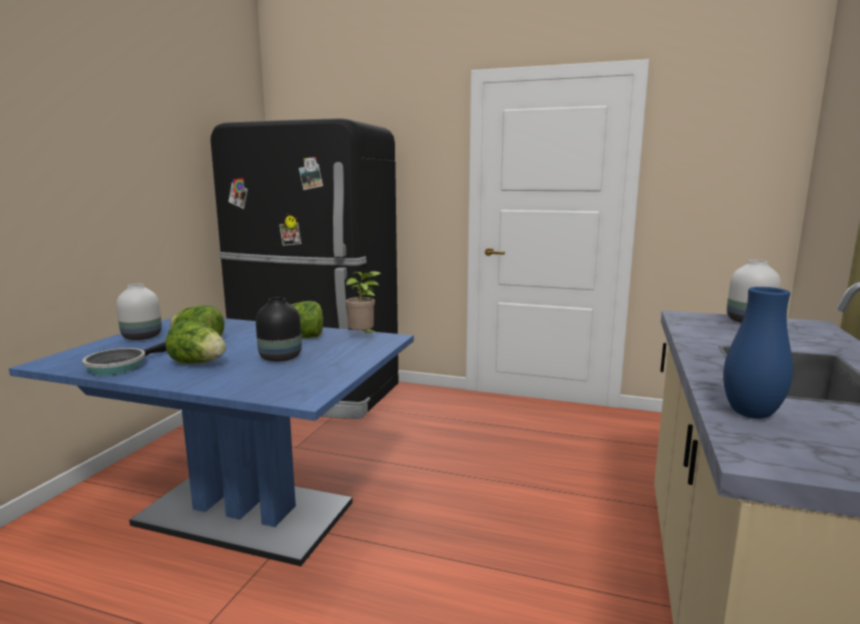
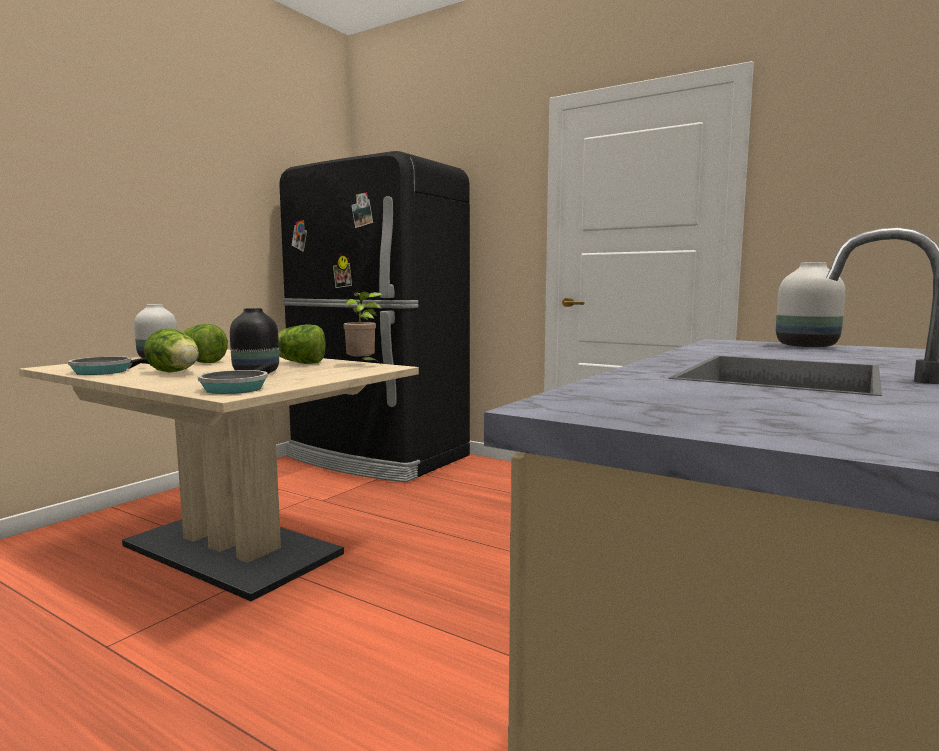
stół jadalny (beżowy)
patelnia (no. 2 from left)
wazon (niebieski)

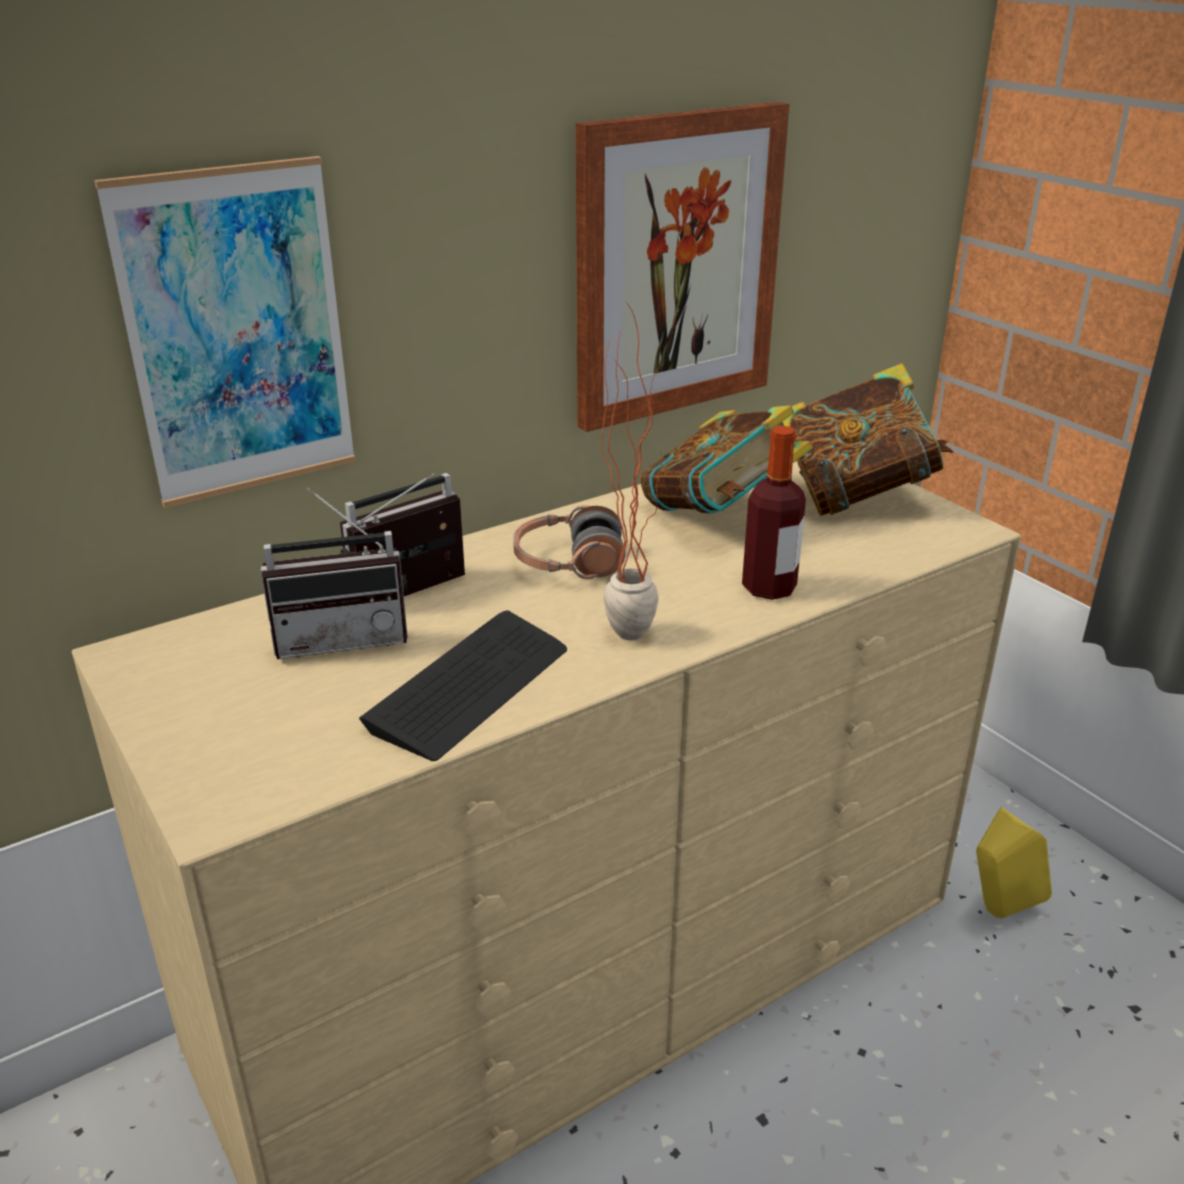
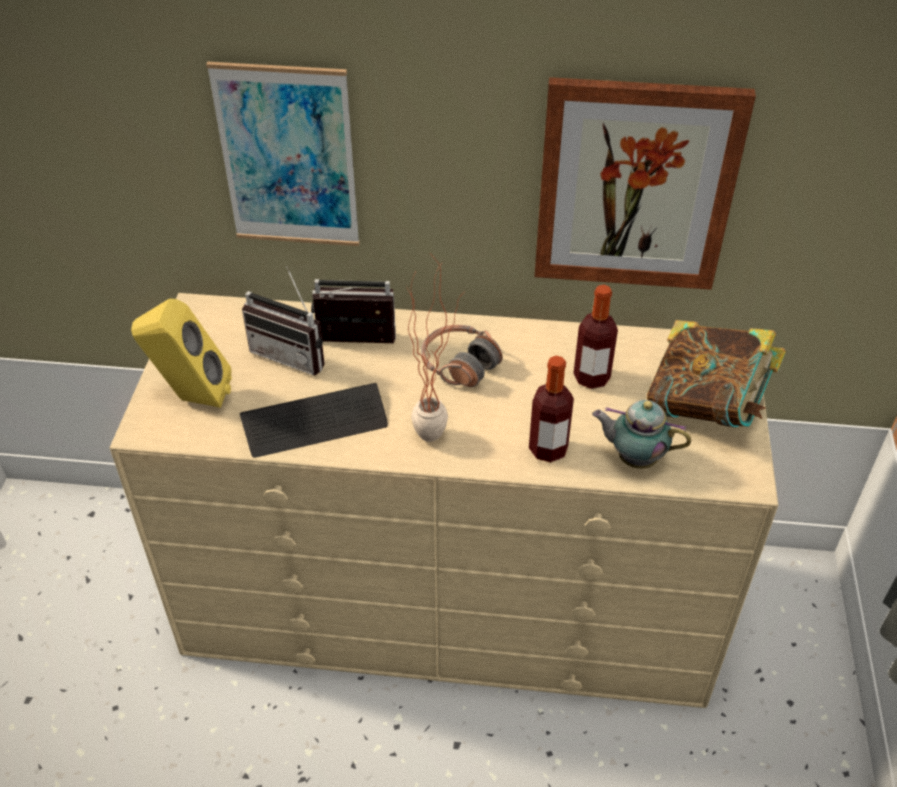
głośnik (żółty)
butelka (no. 2 from left)
imbryk

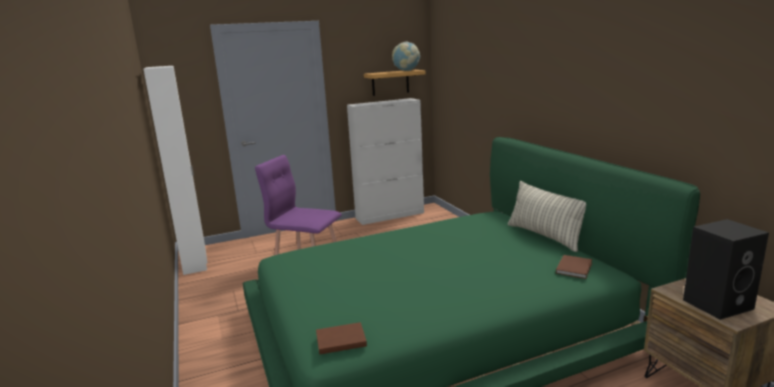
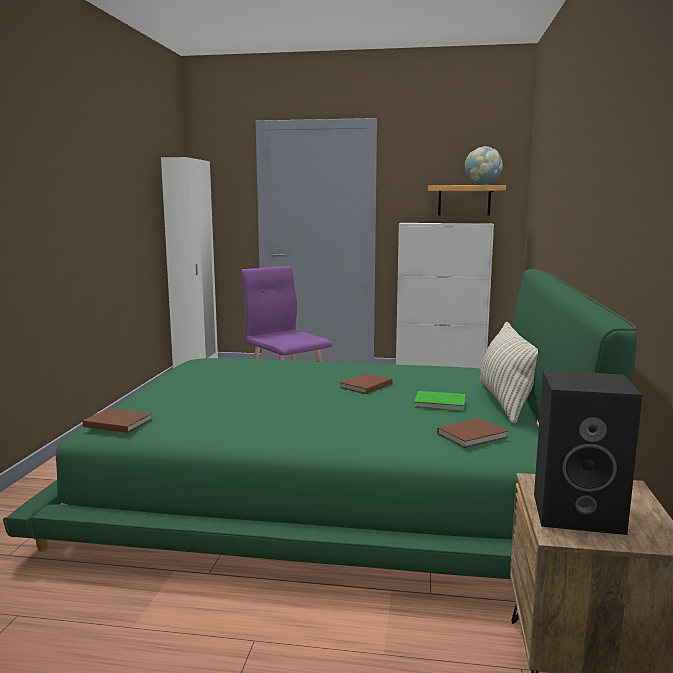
książka (brązowy) (no. 2 from left)
książka (zielony)

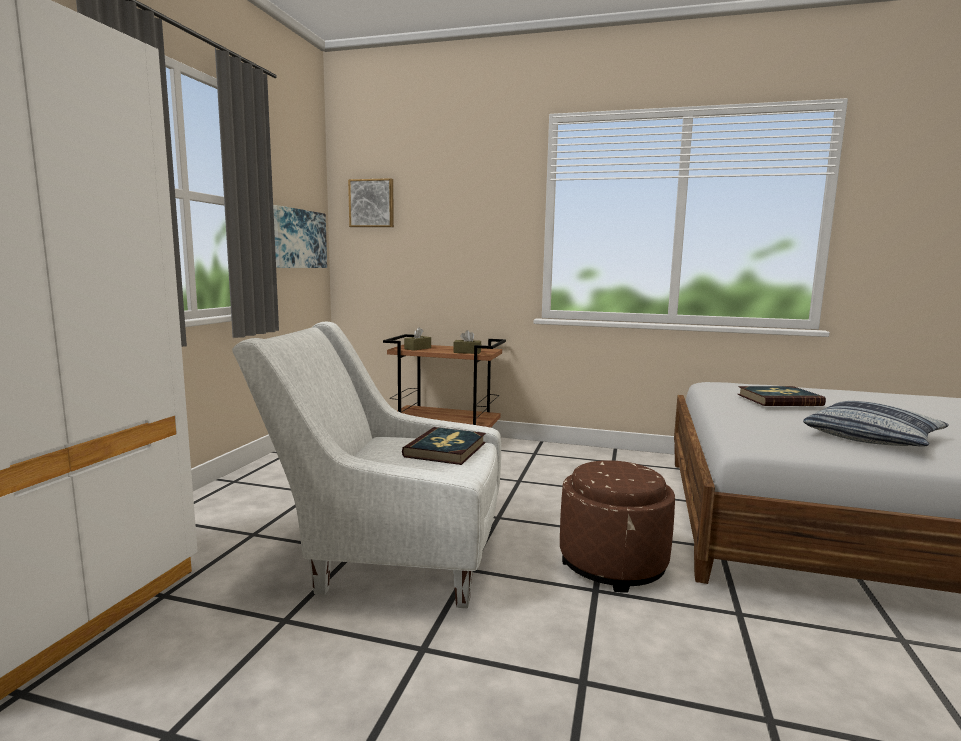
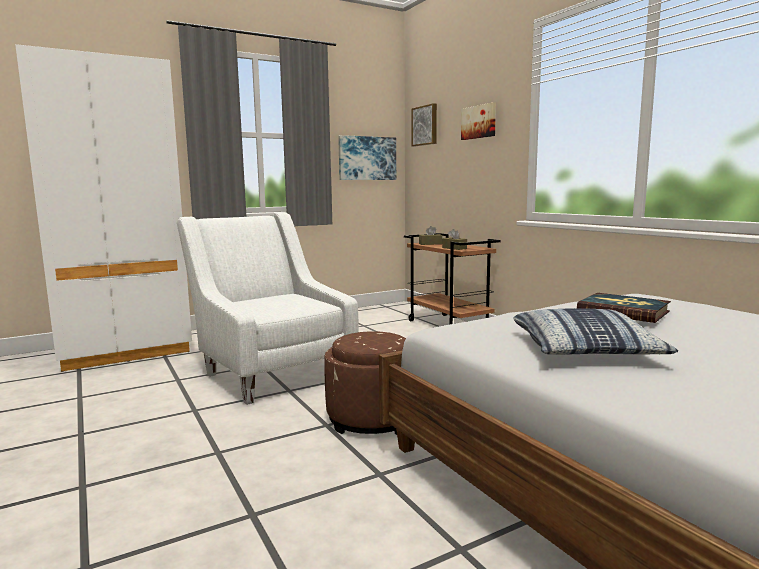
obraz (no. 3 from left)
książka (no. 1 from left in the first image)

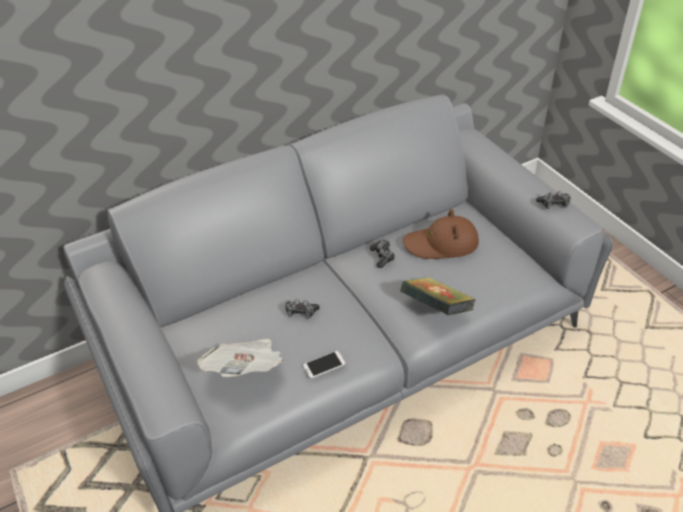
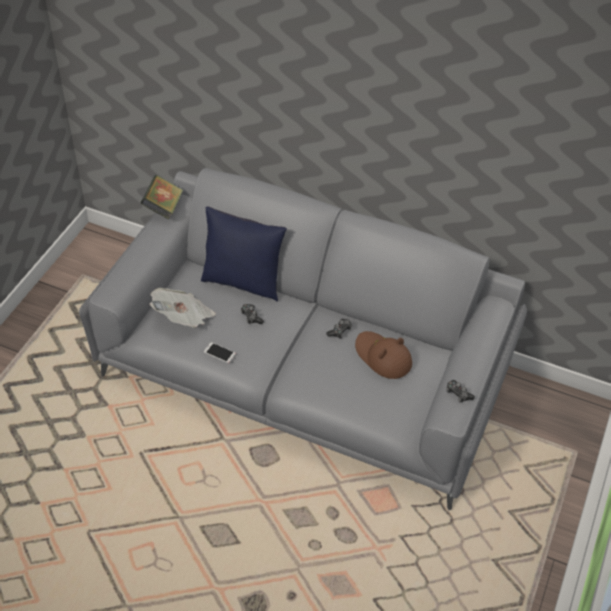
książka
poduszka (niebieski)

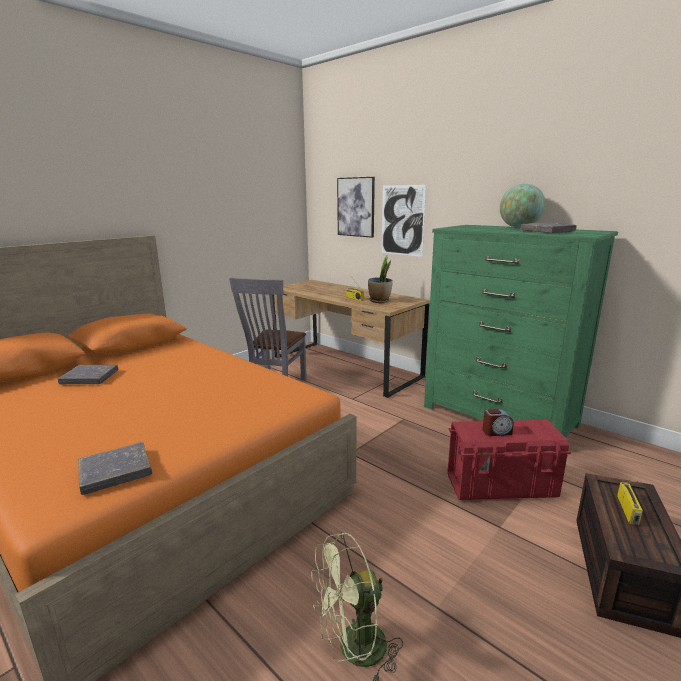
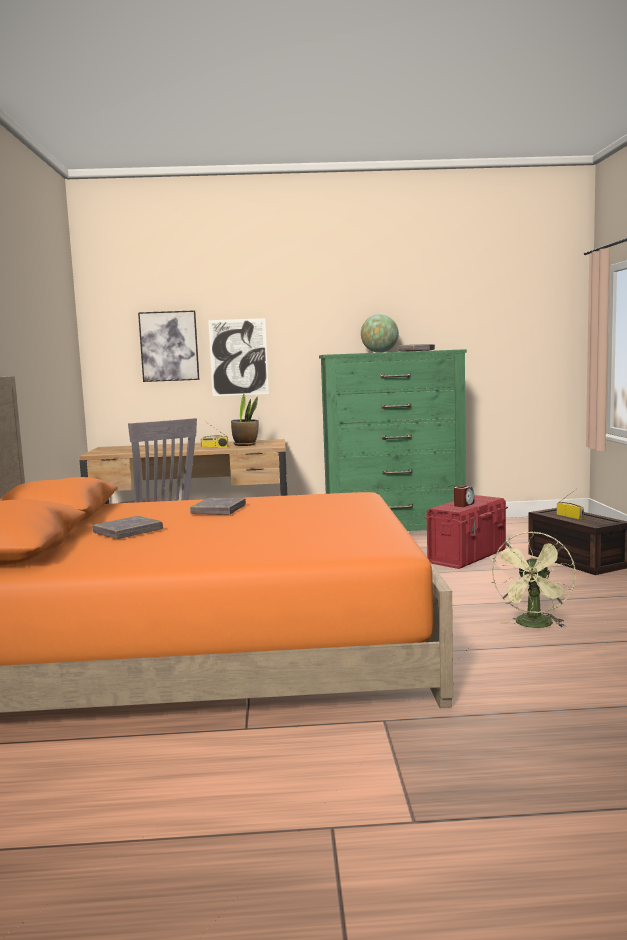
książka (szary) (no. 2 from left)

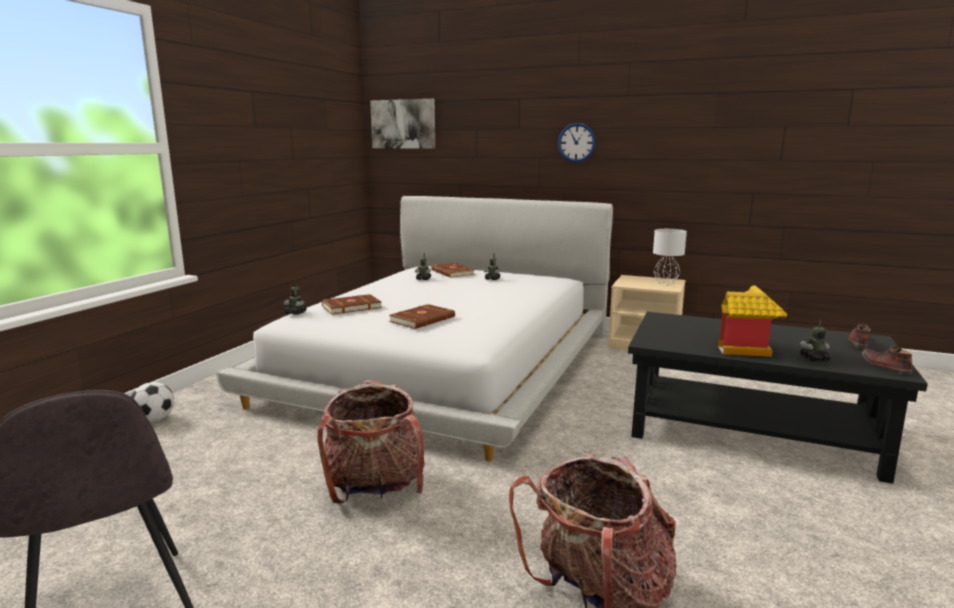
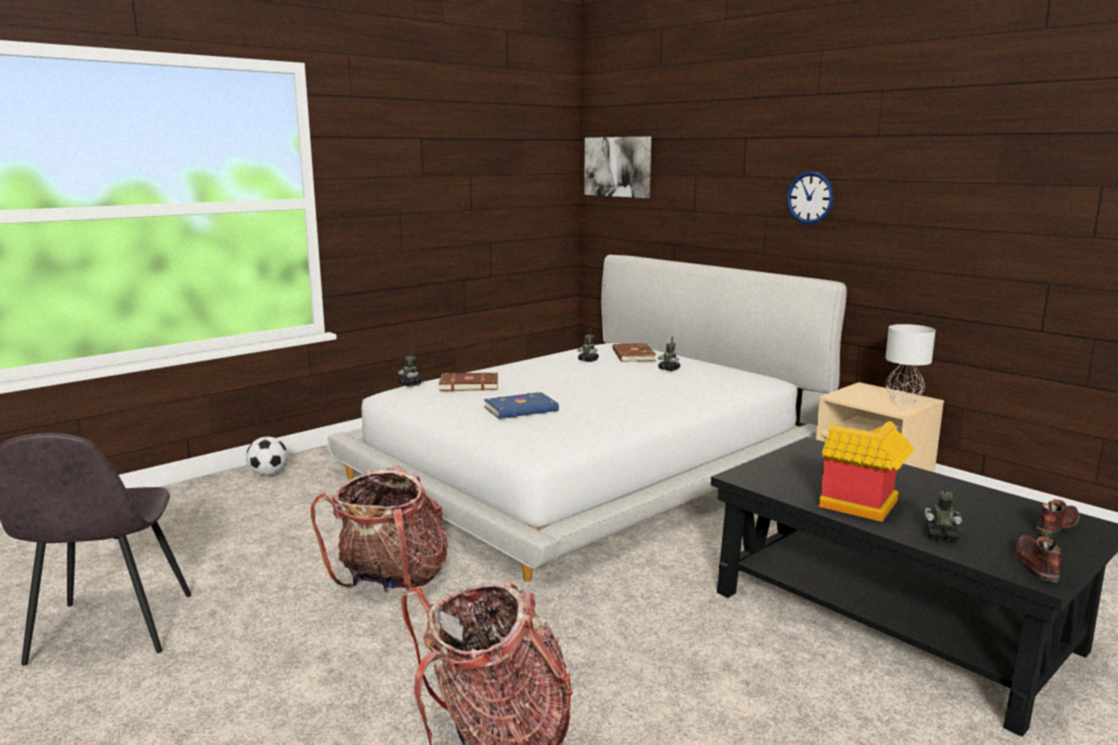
książka (niebieski)

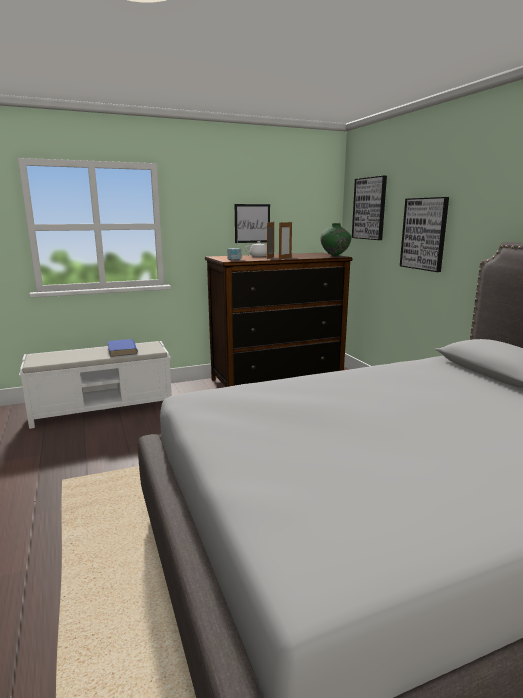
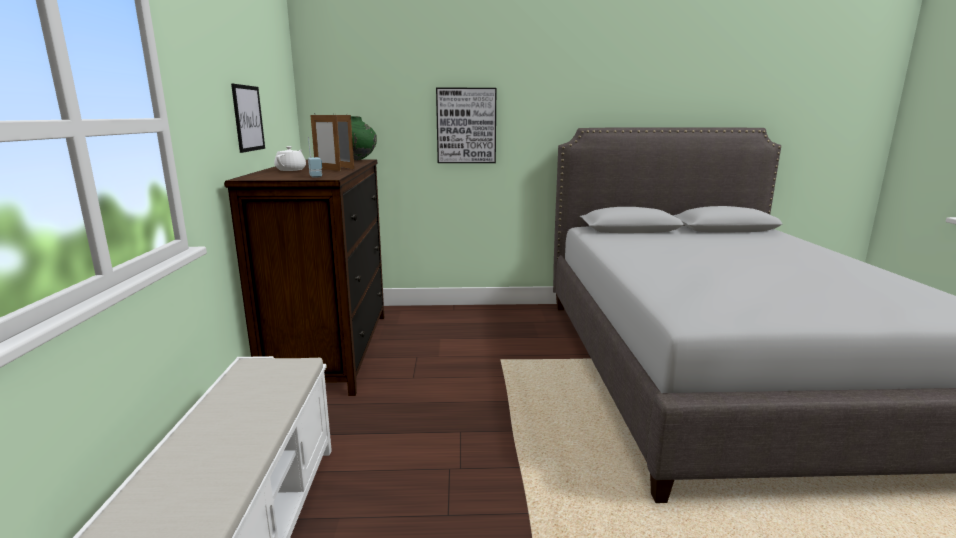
książka (niebieski)
obraz (no. 2 from left in the first image)

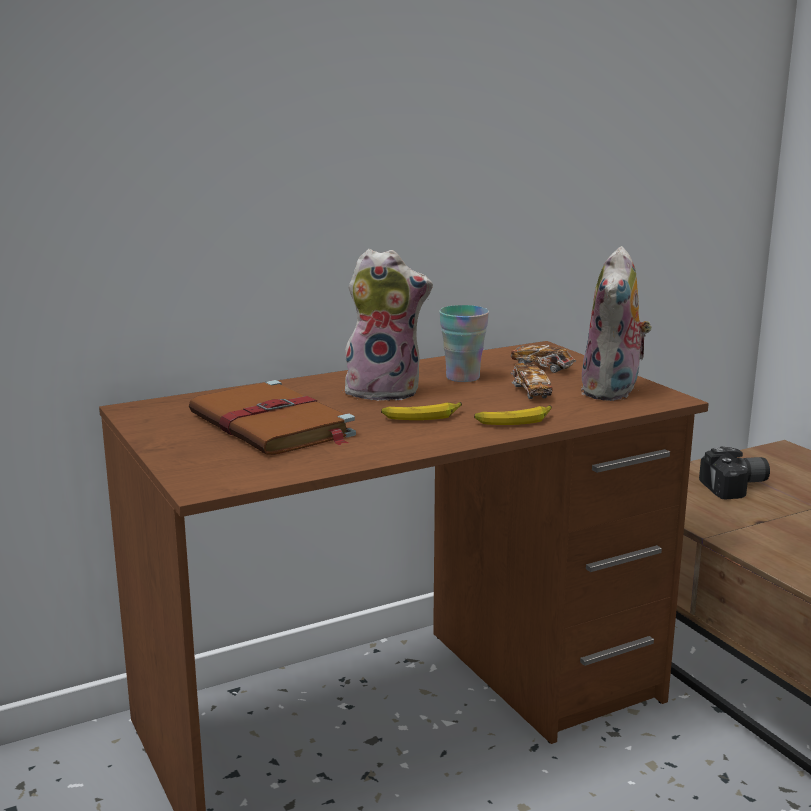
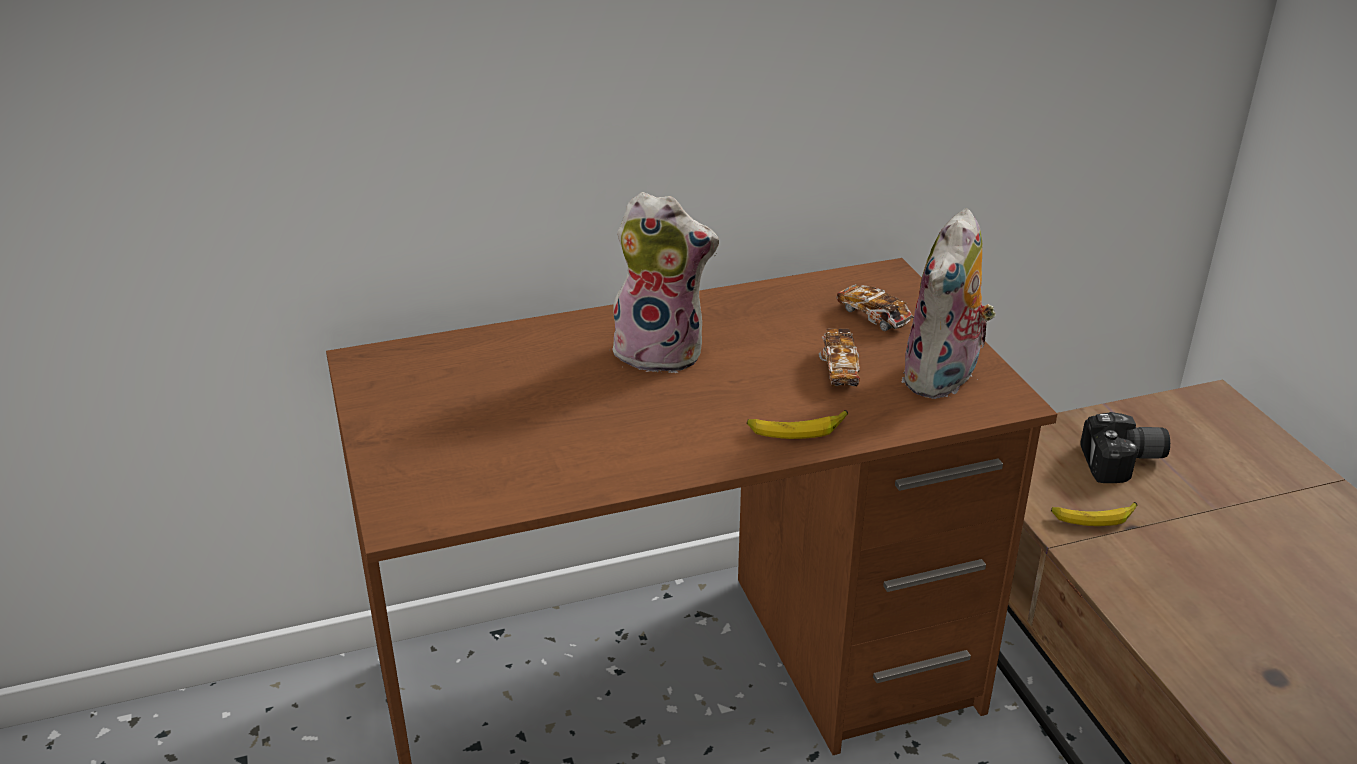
banan (no. 2 from left)
książka (brązowy)
filiżanka

